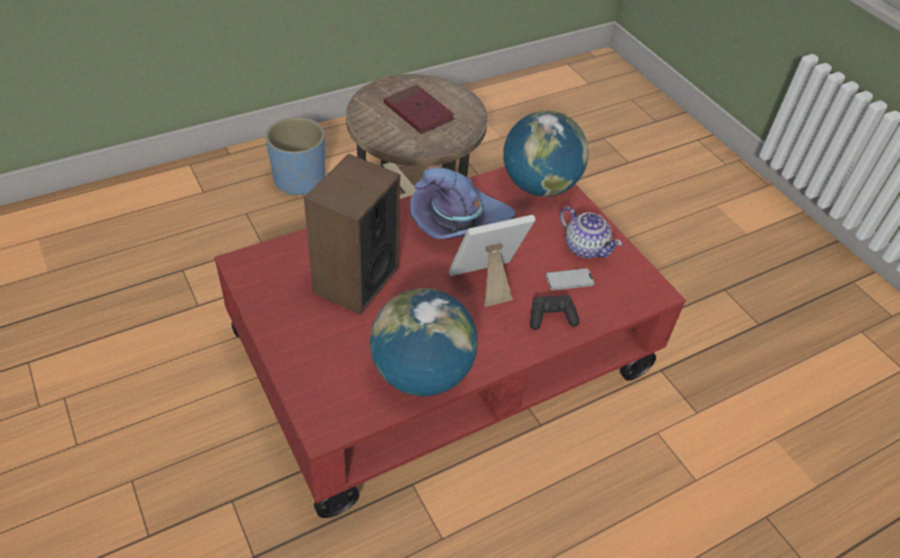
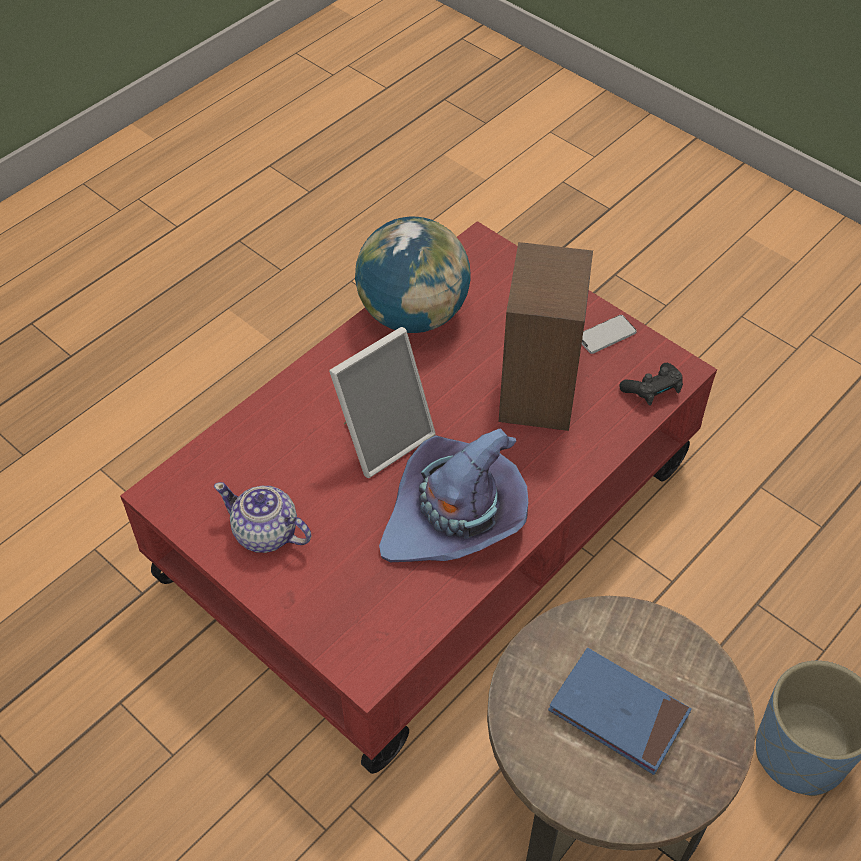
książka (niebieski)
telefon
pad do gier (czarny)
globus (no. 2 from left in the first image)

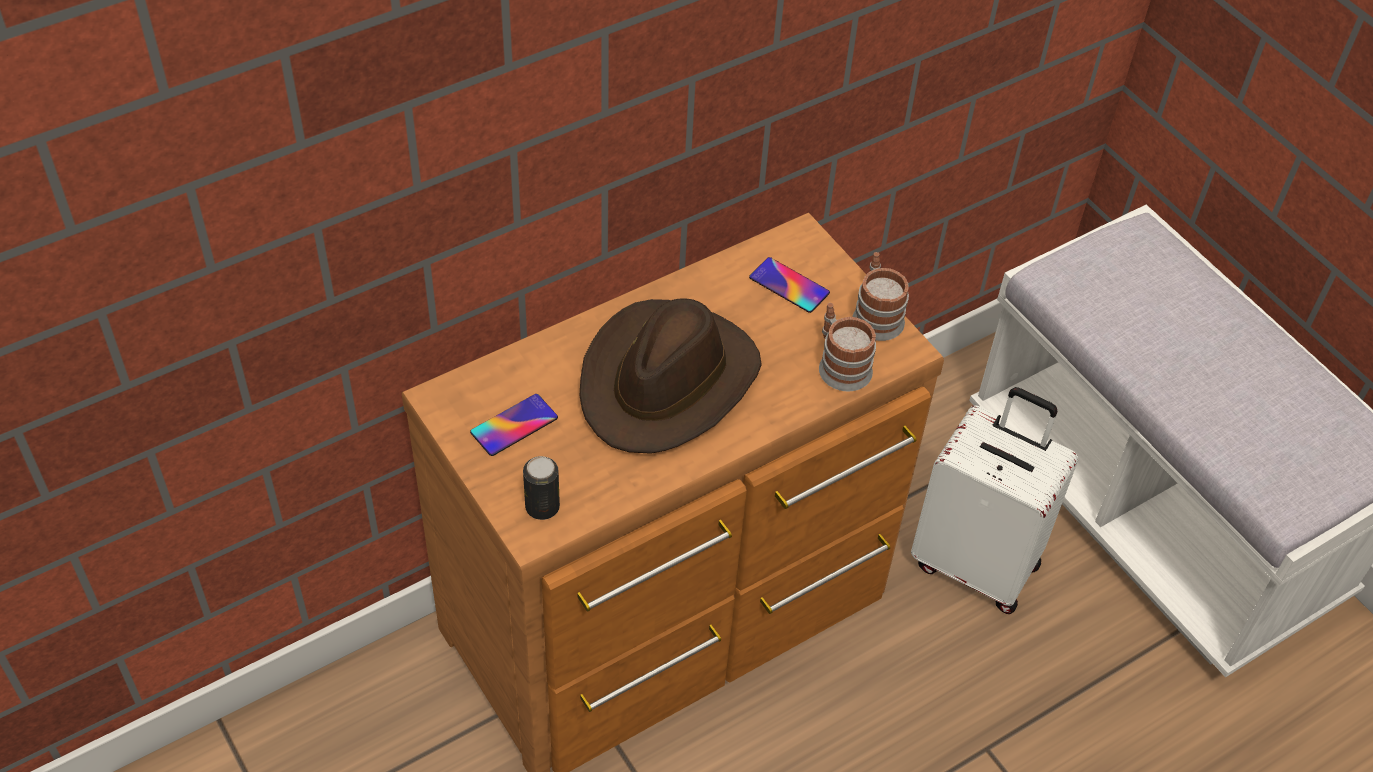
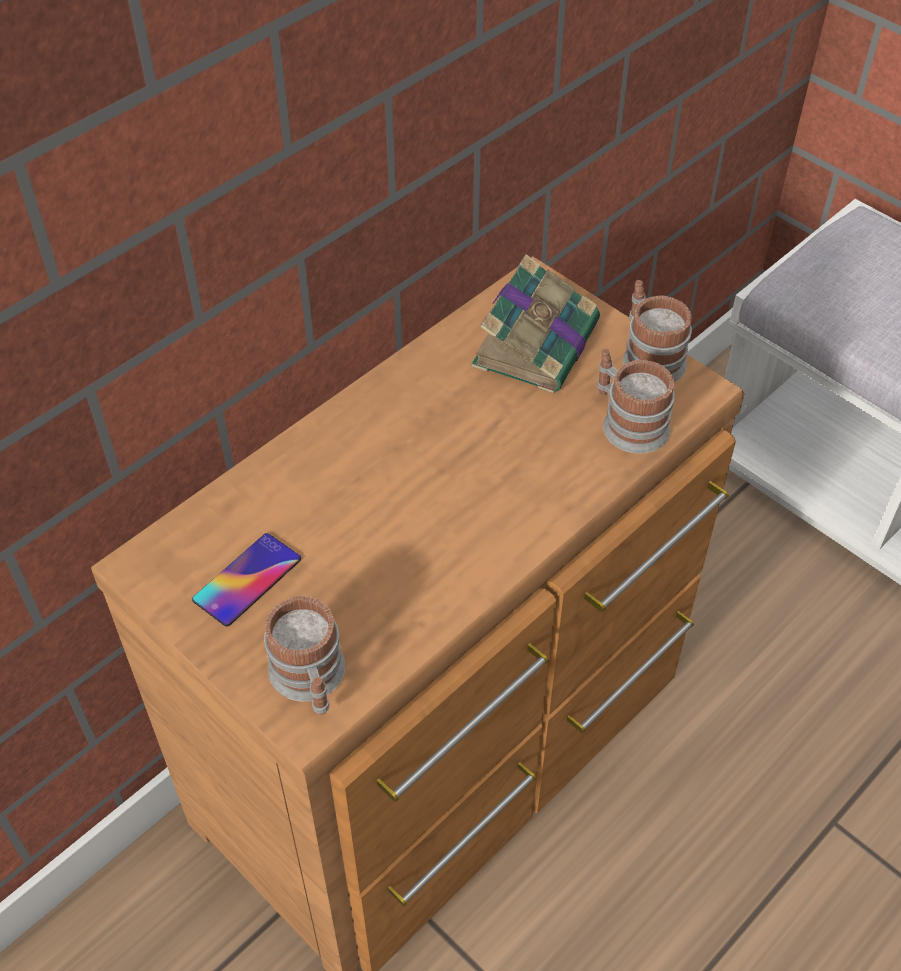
kubek (no. 1 from left)
książka
kapelusz (brązowy)
walizka (biały)

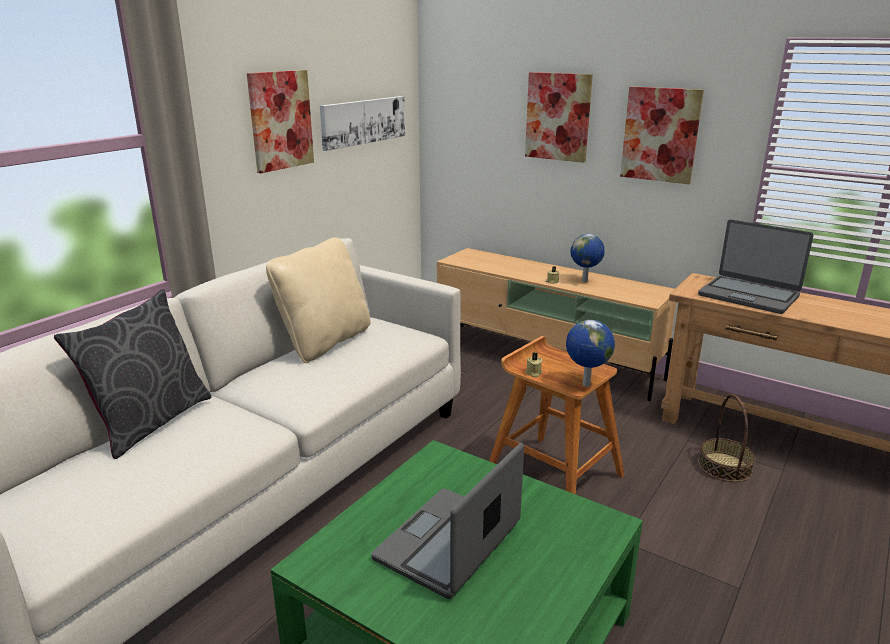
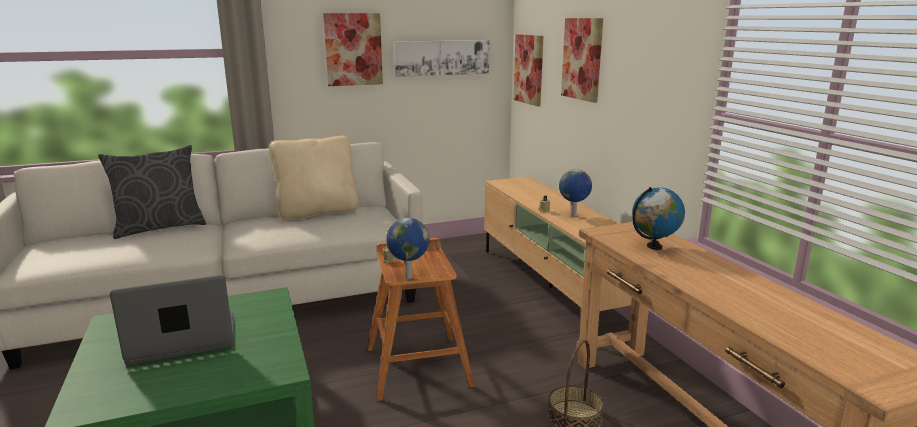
obraz (no. 3 from left)
globus (no. 3 from left)

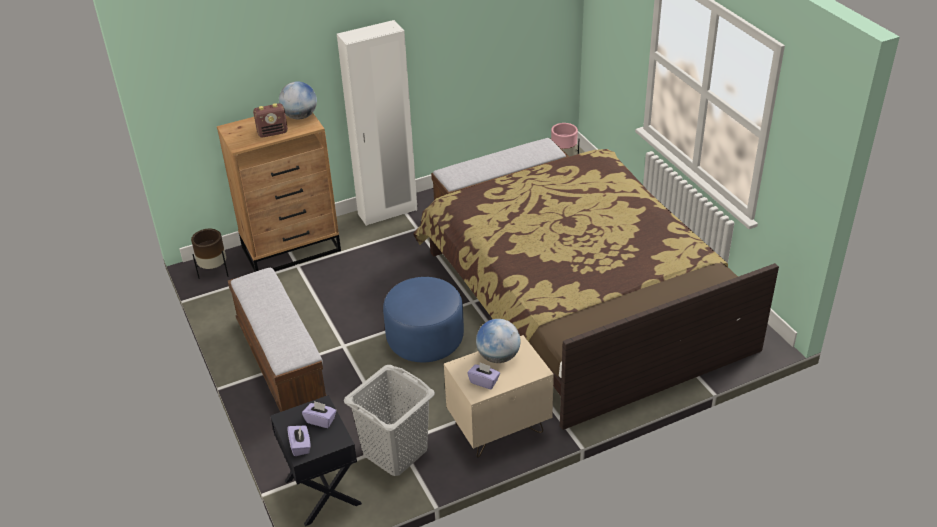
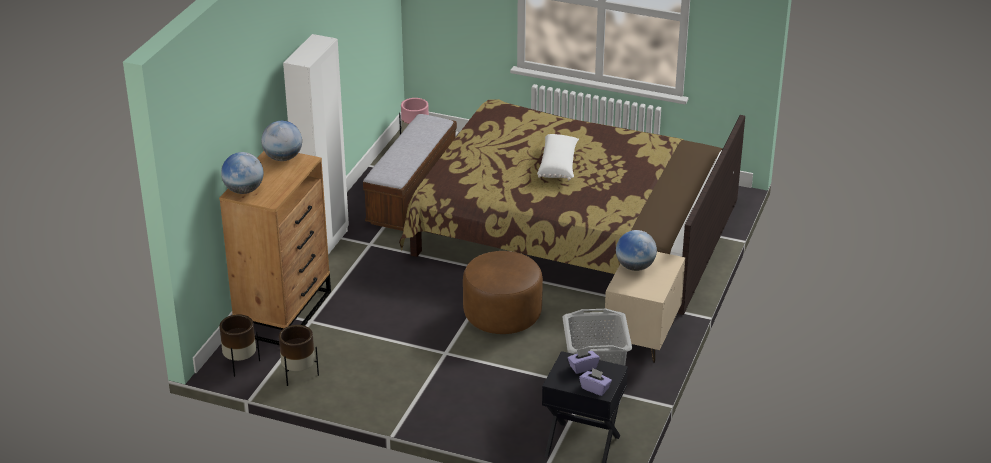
globus (no. 1 from left)
donica (brązowy) (no. 2 from left)
pufa (brązowy)
poduszka (biały)
ławka (no. 1 from left in the first image)
radio
pudełko chusteczek (fioletowy) (no. 3 from left in the first image)

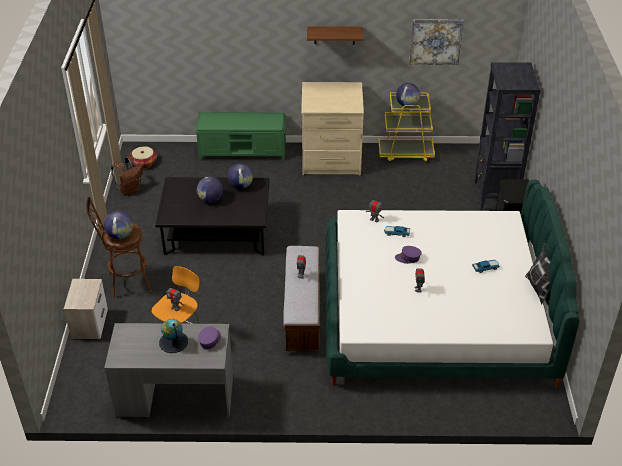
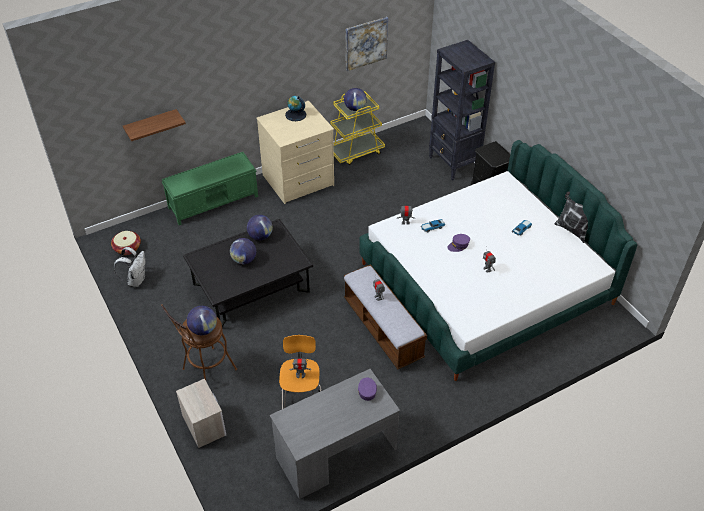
plecak (biały)
półka
globus (no. 4 from left)

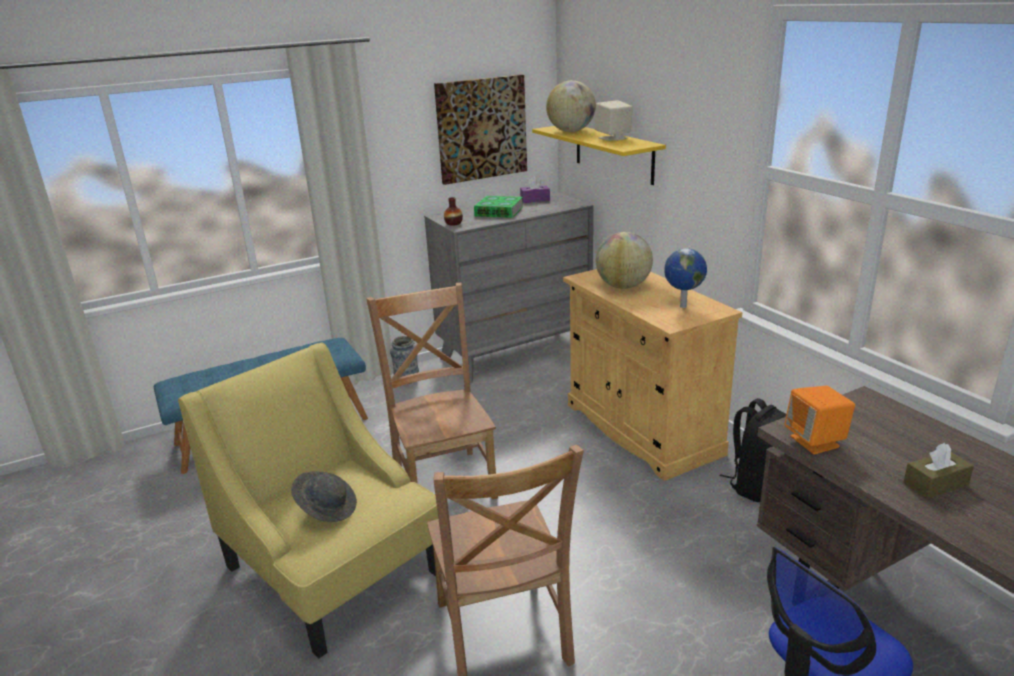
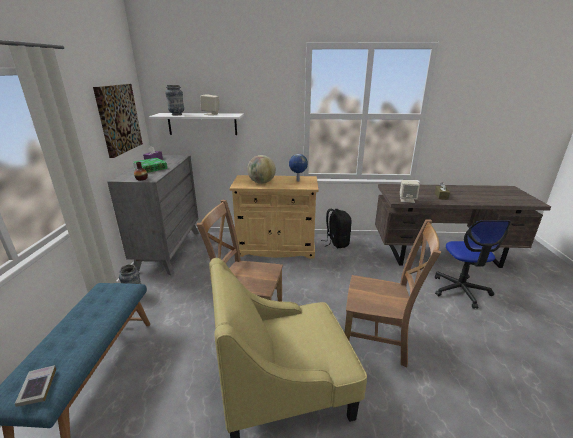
książka (no. 1 from left)
półka (biały)
wazon (no. 3 from left)
głośnik (beżowy) (no. 2 from left)
kapelusz (szary)

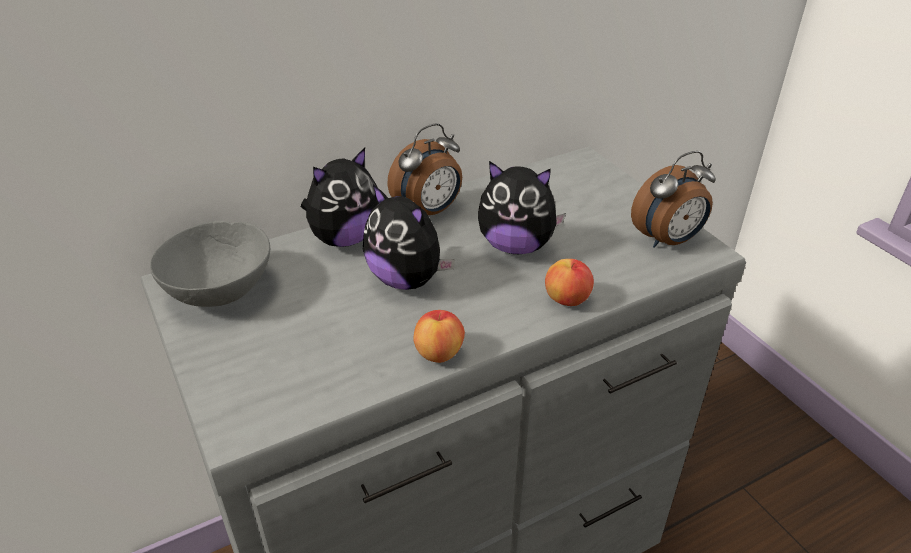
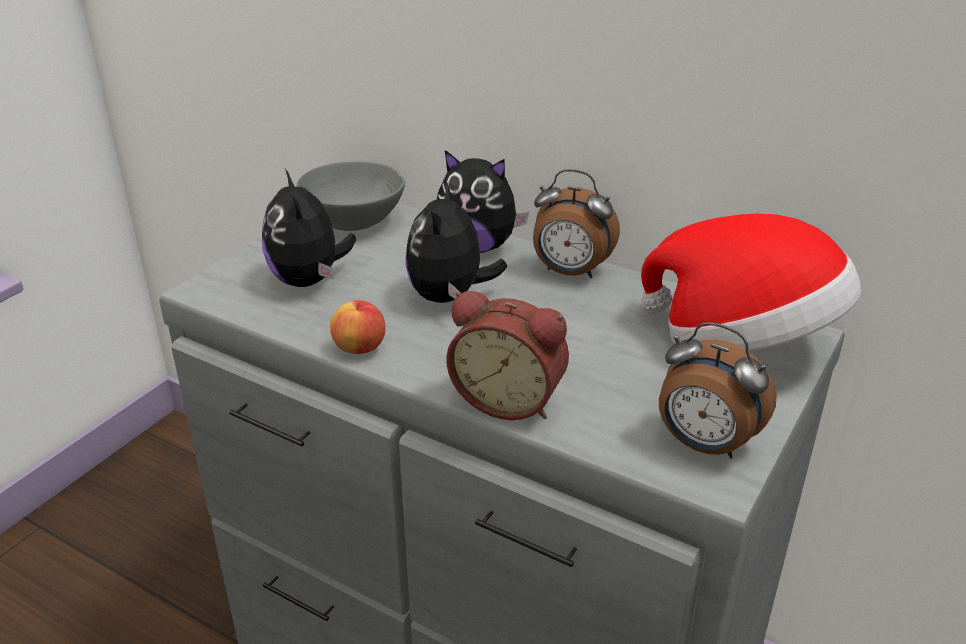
pluszak (no. 1 from left)
budzik (no. 1 from left)
kapelusz

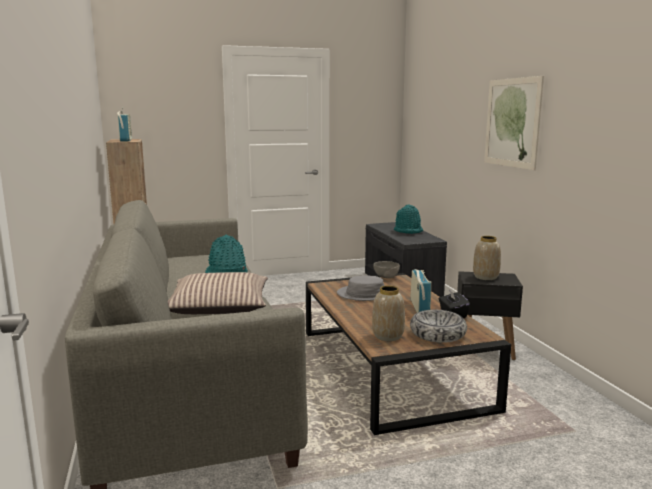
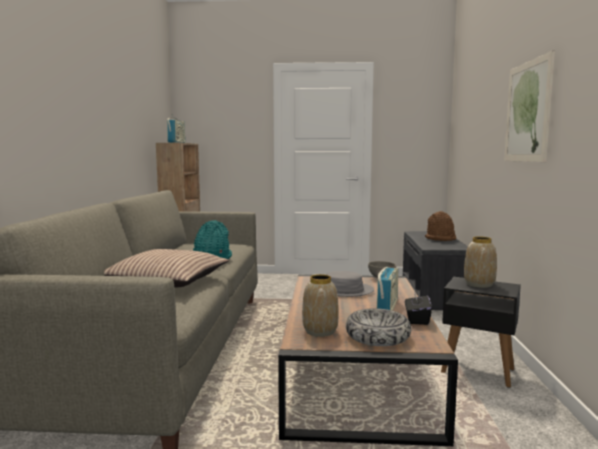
kapelusz (brązowy)

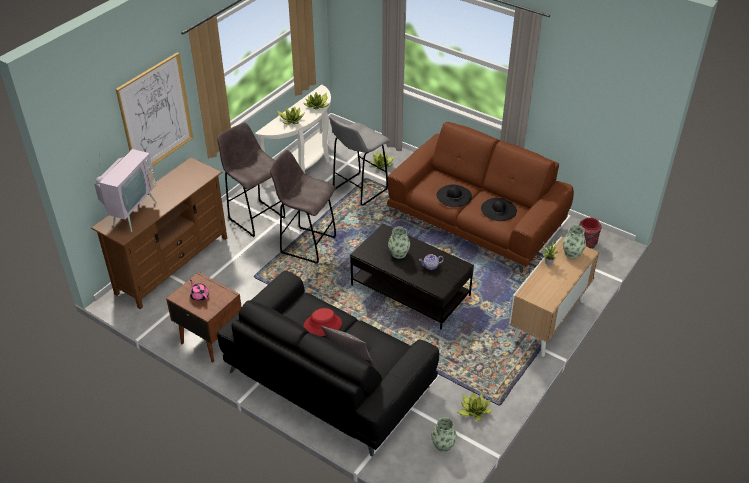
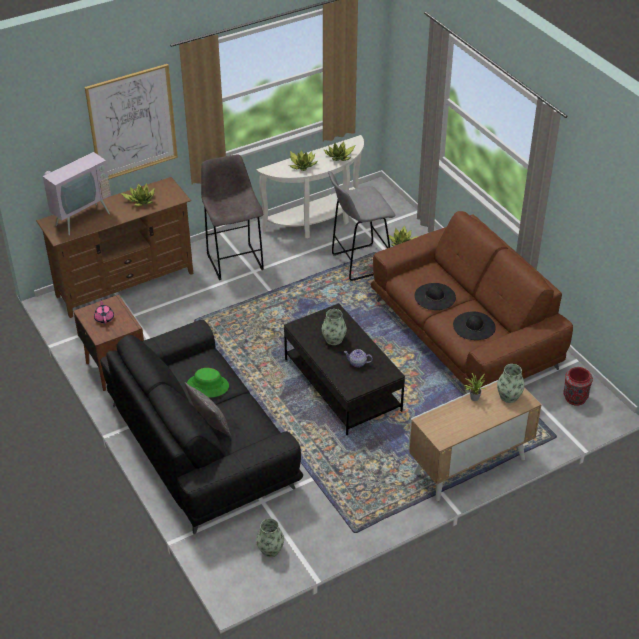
roślina doniczkowa (no. 1 from left)
kapelusz (zielony)
stołek (szary) (no. 2 from left in the first image)

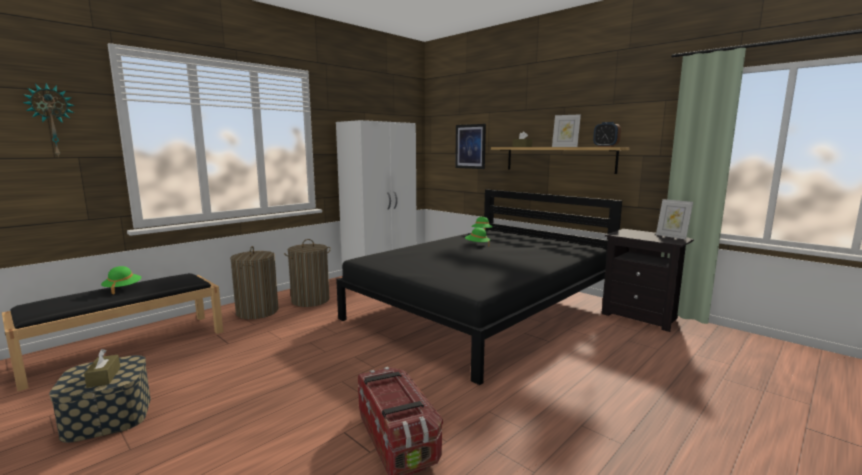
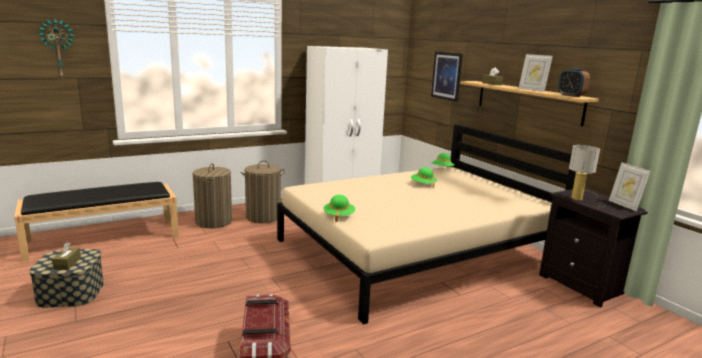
łóżko (beżowy)
kapelusz (zielony) (no. 1 from left)
lampa stołowa

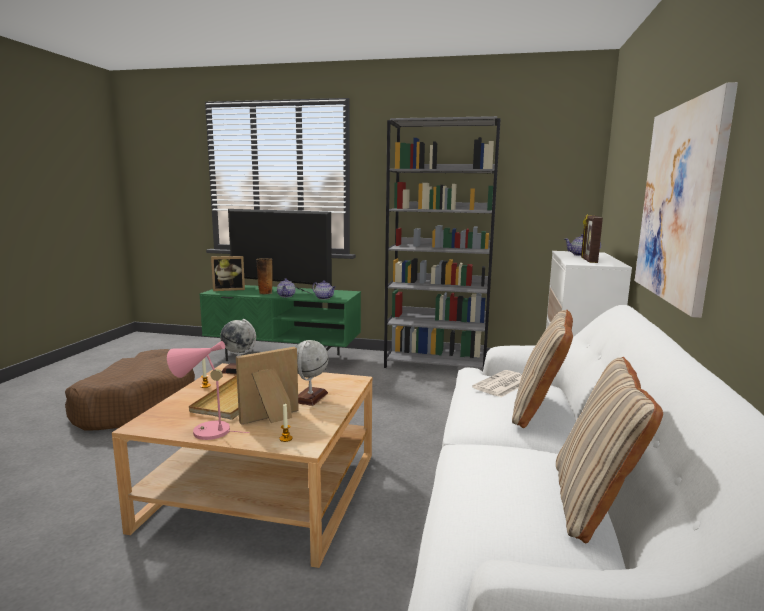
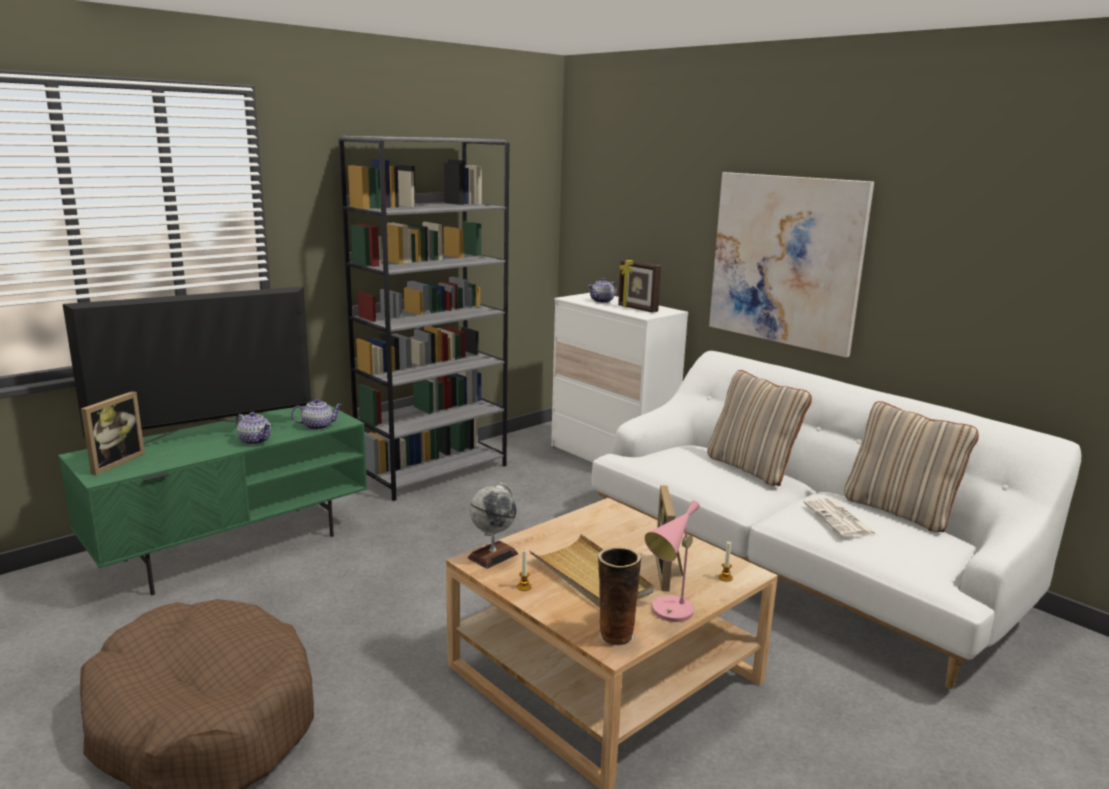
wazon
gazeta
globus (no. 2 from left in the first image)

